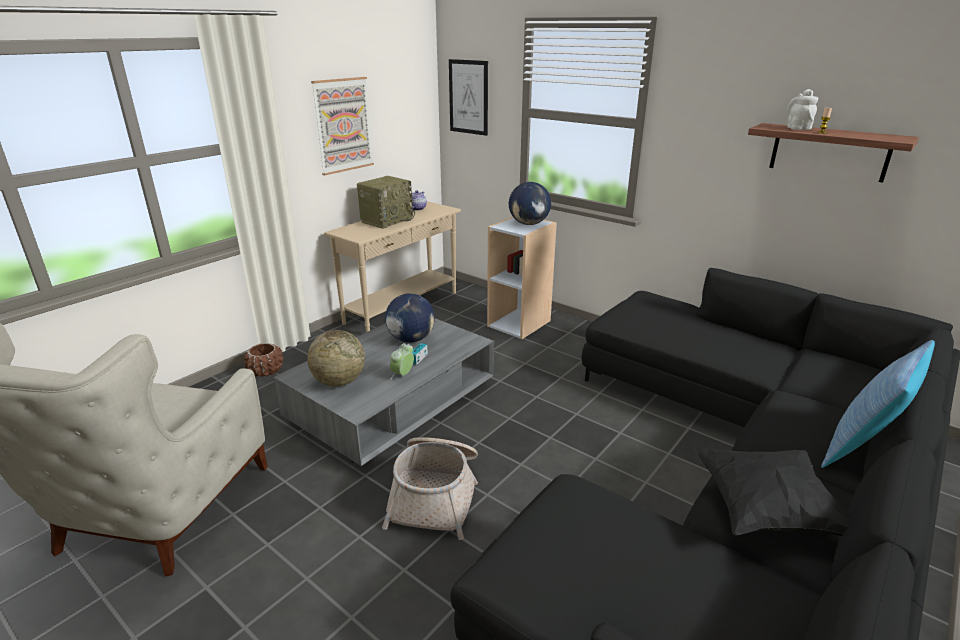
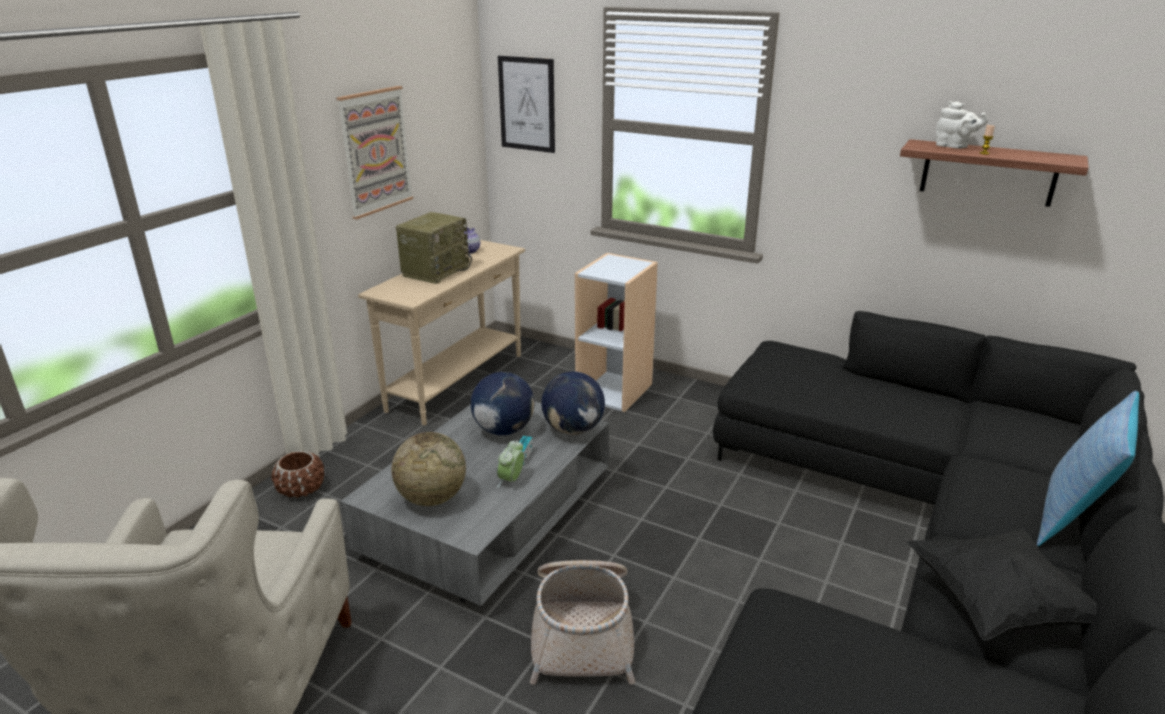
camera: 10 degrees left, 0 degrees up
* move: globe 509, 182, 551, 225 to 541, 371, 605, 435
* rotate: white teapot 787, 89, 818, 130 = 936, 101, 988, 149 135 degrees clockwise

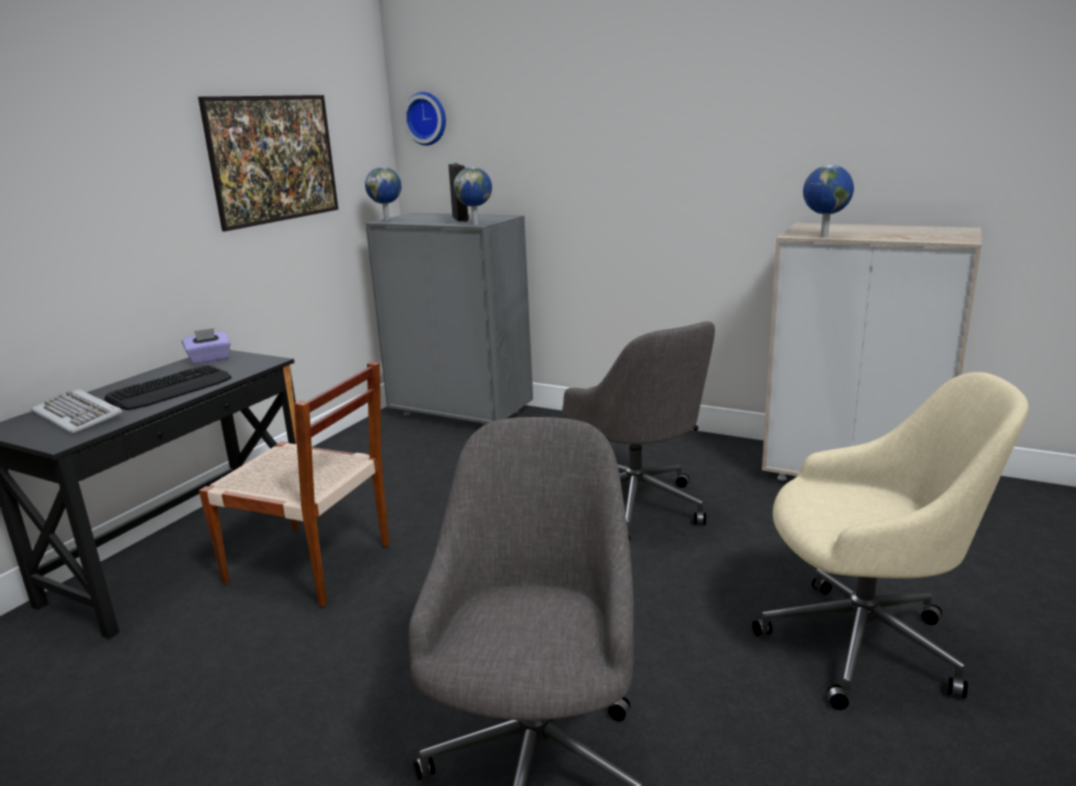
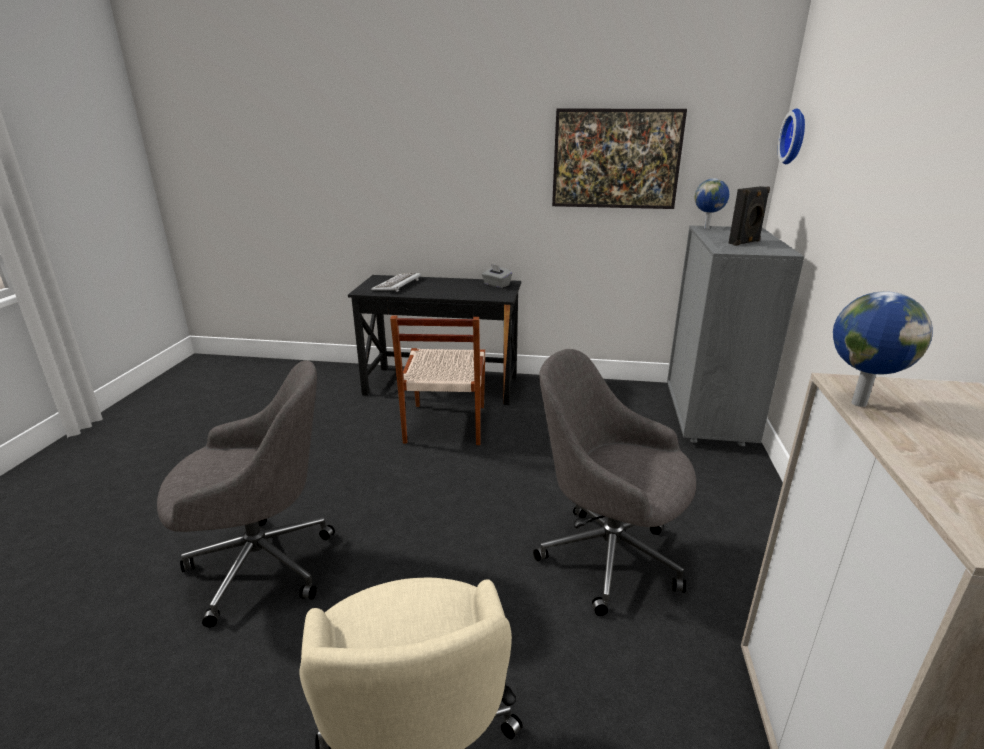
camera: 70 degrees right, 5 degrees up
* delete: keyboard 104, 365, 232, 410
* delete: globe 454, 167, 492, 225
* recolor: purple tissue box 182, 328, 231, 365 to grey tissue box 482, 264, 512, 288
* rotate: grey office chair 562, 321, 715, 541 = 533, 349, 696, 616 75 degrees clockwise

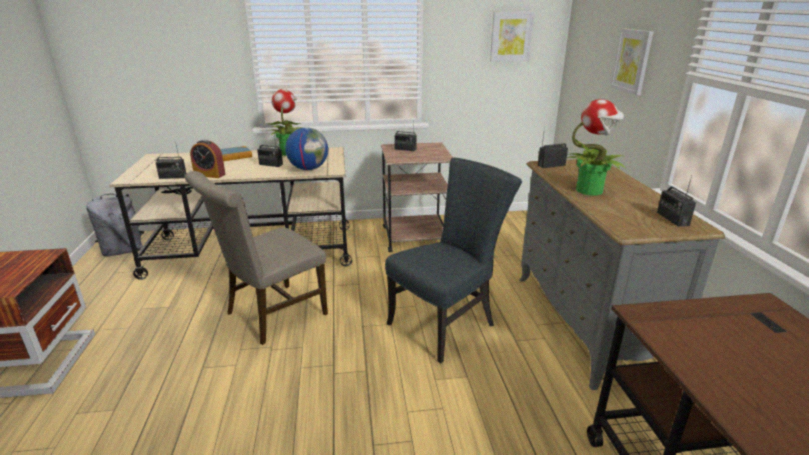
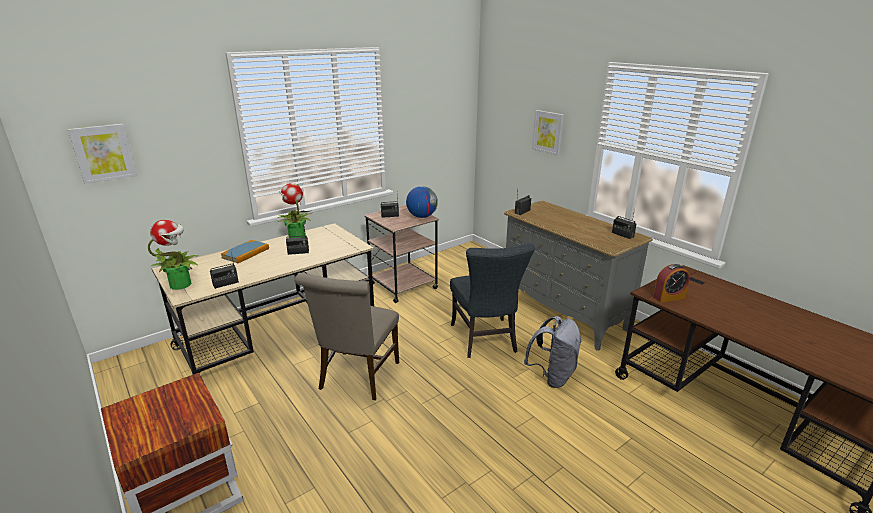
camera: 30 degrees left, 0 degrees up
* move: grey backpack 87, 193, 144, 257 to 524, 316, 582, 388
* move: alarm clock 190, 140, 226, 178 to 653, 264, 690, 303
* move: globe 285, 128, 328, 170 to 406, 186, 438, 218
* move: picture 490, 12, 534, 62 to 68, 124, 137, 184
* move: potted plant 567, 99, 626, 196 to 148, 220, 198, 290
* rotate: grey chair 385, 158, 522, 364 = 450, 243, 535, 358 150 degrees clockwise

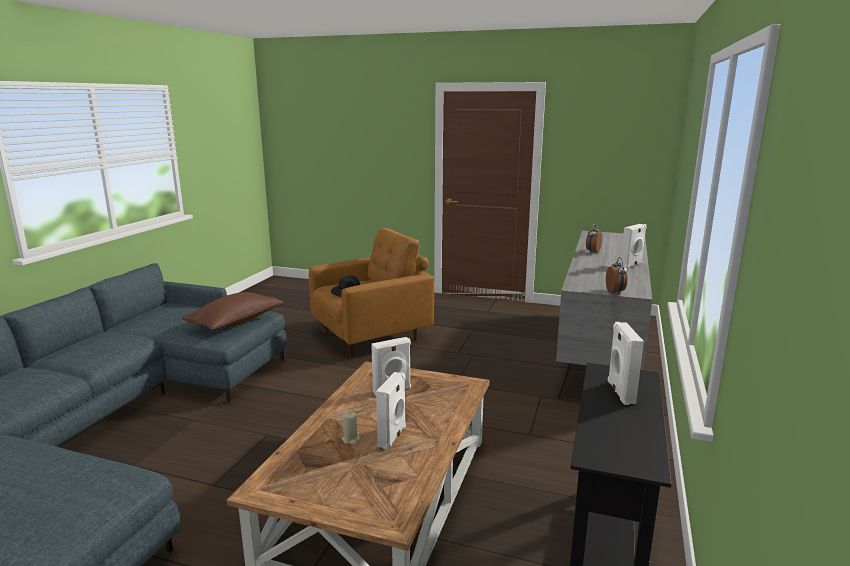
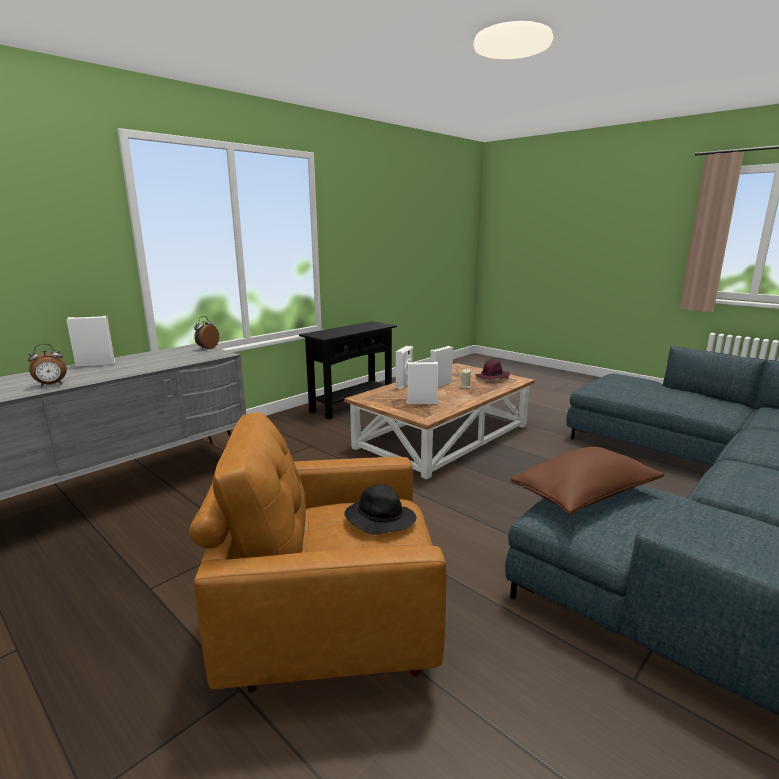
camera: 155 degrees left, 0 degrees up
* insert: purple hat 475, 360, 510, 380
* move: white speaker 608, 322, 644, 405 to 396, 346, 413, 389

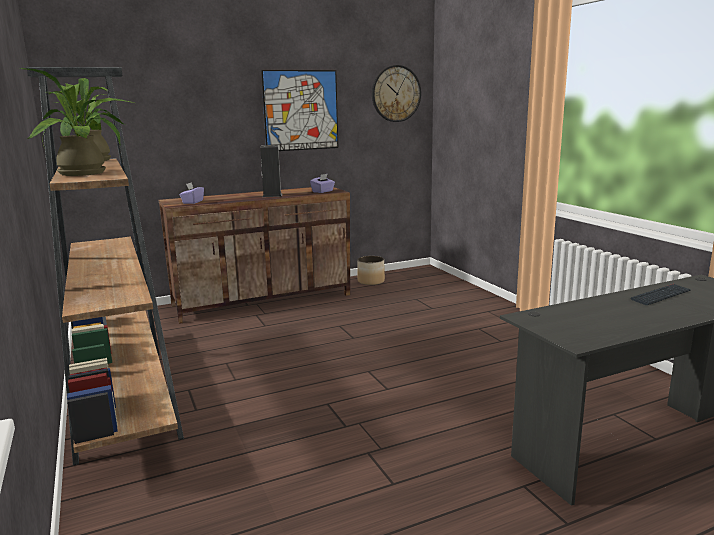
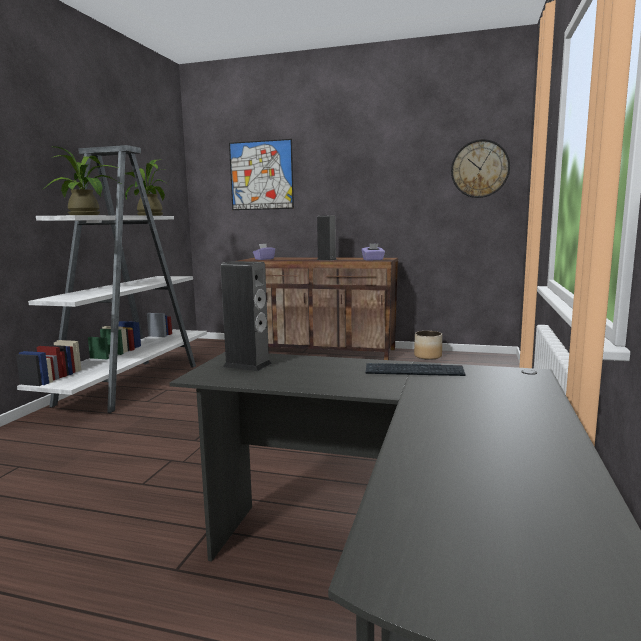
camera: 40 degrees right, 5 degrees down
* insert: speaker 221, 261, 272, 371
* move: picture 261, 70, 338, 151 to 229, 139, 294, 210
* recolor: brown bookcase 26, 67, 184, 465 to white bookcase 16, 145, 207, 413

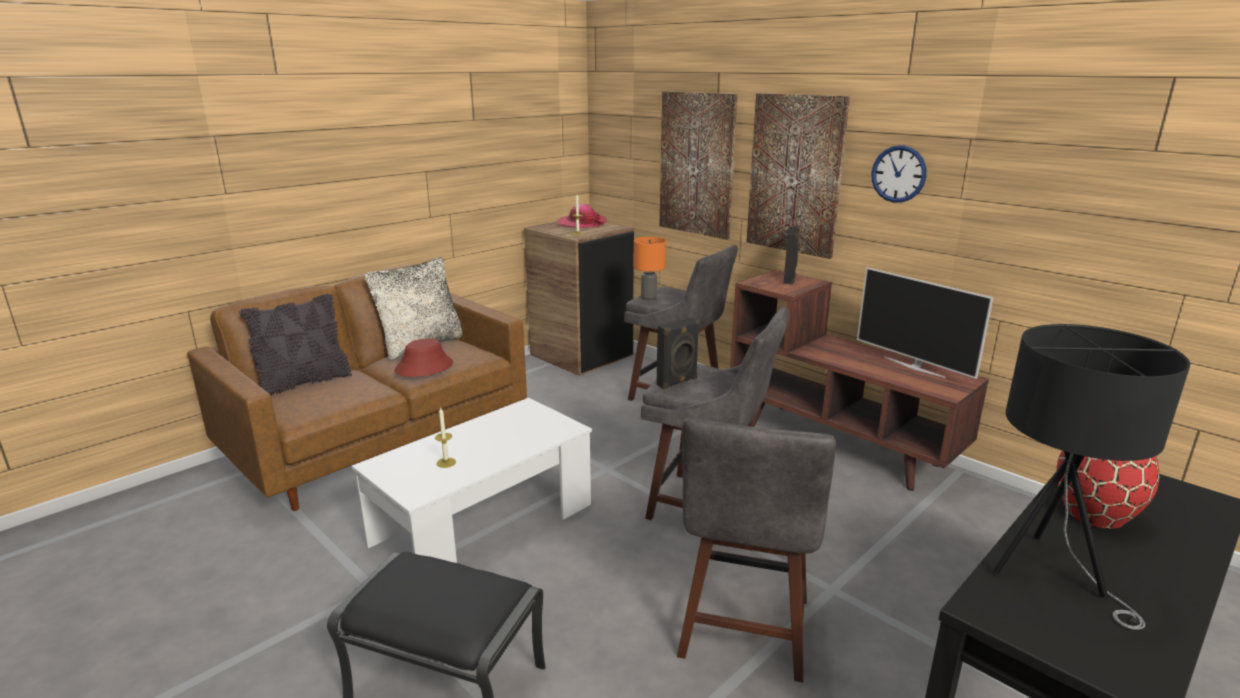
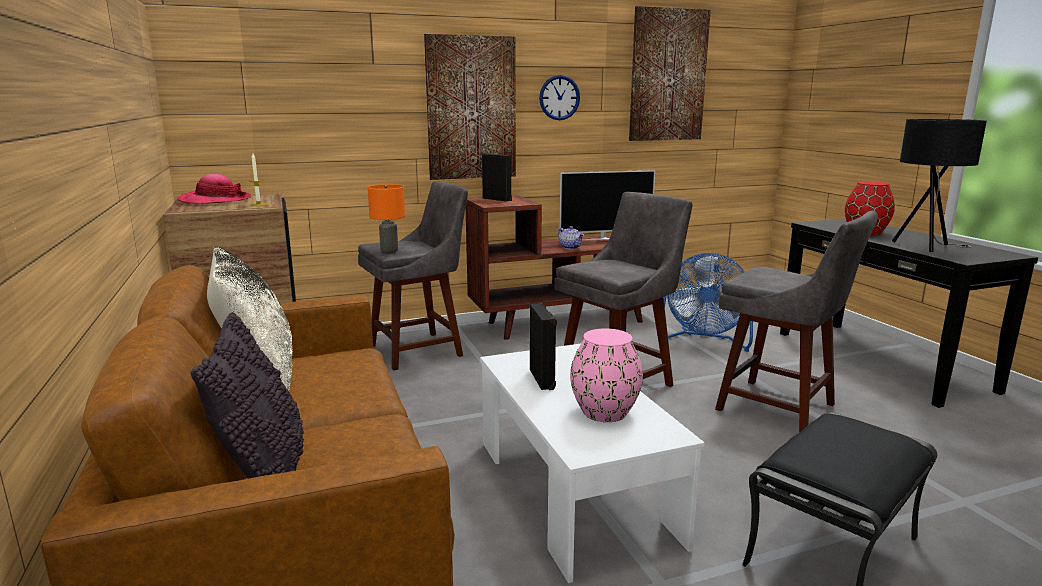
camera: 65 degrees left, 5 degrees down
* delete: red hat 395, 338, 453, 377
* insert: teapot 558, 226, 584, 249
* insert: blue fan 664, 253, 753, 352
* move: black speaker 656, 317, 700, 389 to 530, 303, 557, 390
* move: picture 660, 92, 738, 240 to 629, 6, 711, 141
* replace: candle 435, 408, 456, 468 to pink vase 570, 328, 643, 422

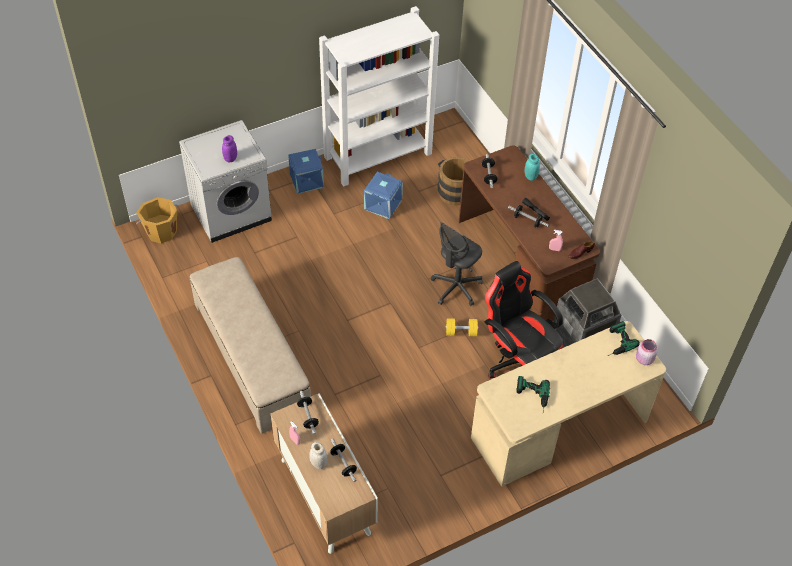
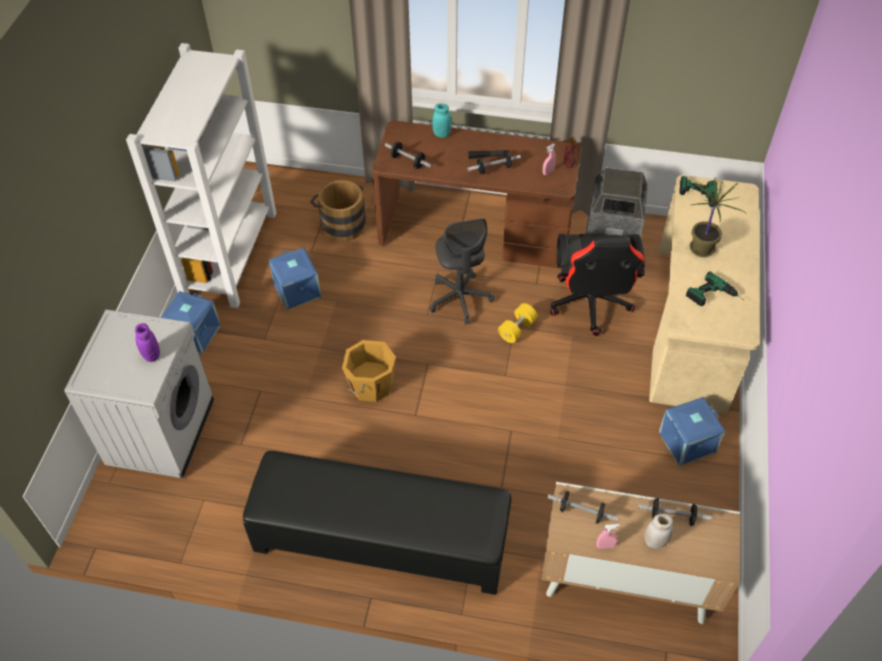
camera: 50 degrees left, 0 degrees up
* delete: pink jar 636, 339, 658, 365
* insert: blue storage box 659, 397, 725, 466
* insert: potted plant 690, 178, 747, 257
* move: orange bucket 136, 197, 178, 244 to 342, 340, 396, 402
* recolor: beige bench 190, 257, 311, 434 to black bench 243, 451, 511, 595
* rotate: black office chair 484, 261, 563, 379 = 550, 234, 645, 336 90 degrees counterclockwise

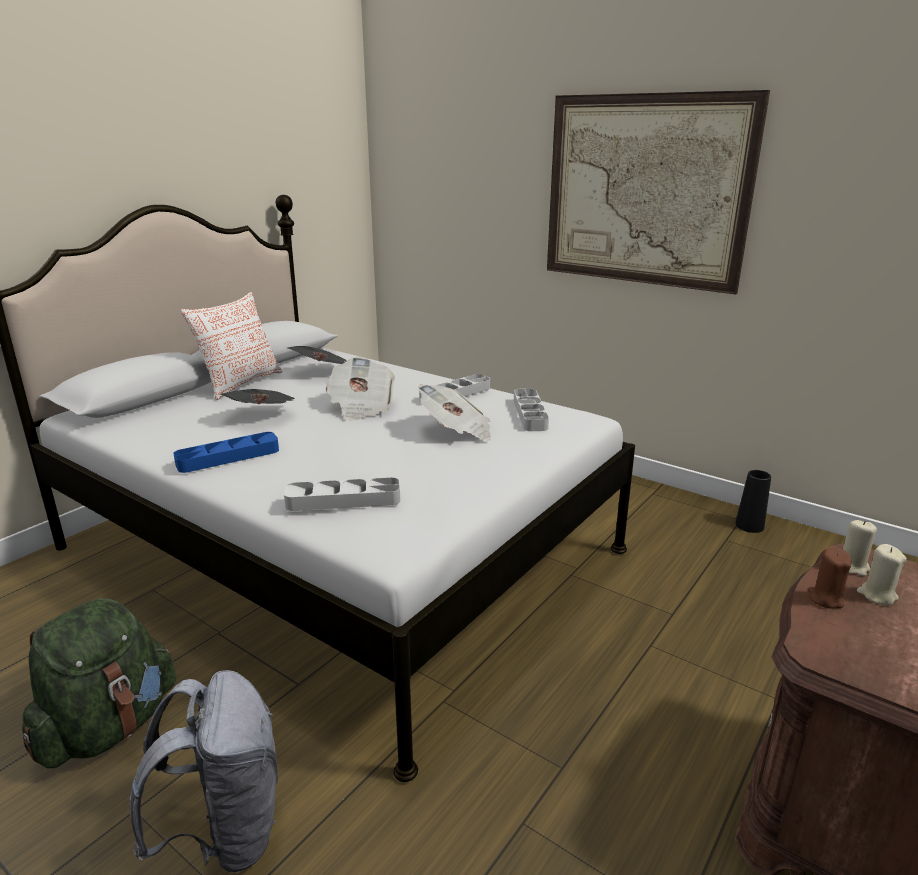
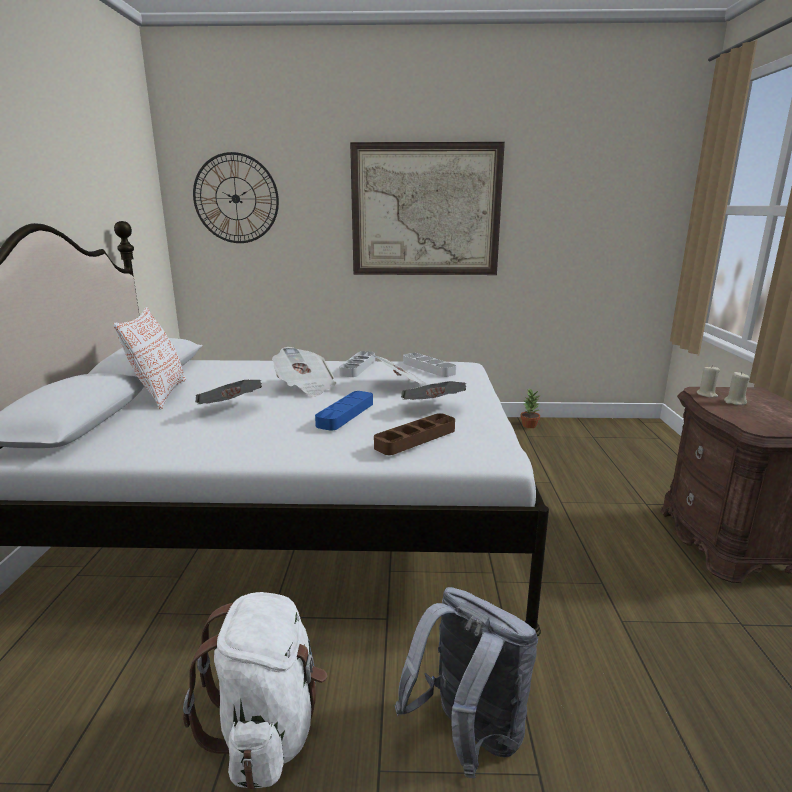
camera: 35 degrees left, 5 degrees down
* delete: brown candle 808, 548, 852, 608
* insert: wall clock 193, 152, 279, 243
* move: blue tray 173, 432, 279, 473 to 315, 391, 373, 431
* move: newspaper 288, 346, 347, 364 to 401, 381, 466, 400
* replace: black vase 735, 470, 771, 533 to potted plant 520, 388, 541, 428
* recolor: green backpack 22, 598, 176, 768 to white backpack 183, 592, 327, 789
* recolor: grey tray 284, 477, 400, 511 to brown tray 374, 413, 455, 455

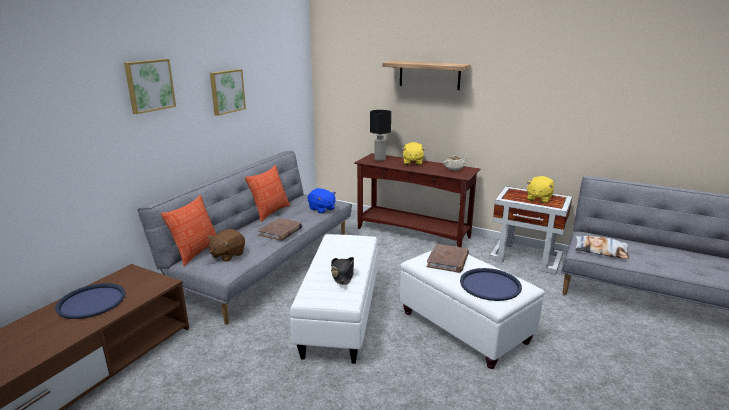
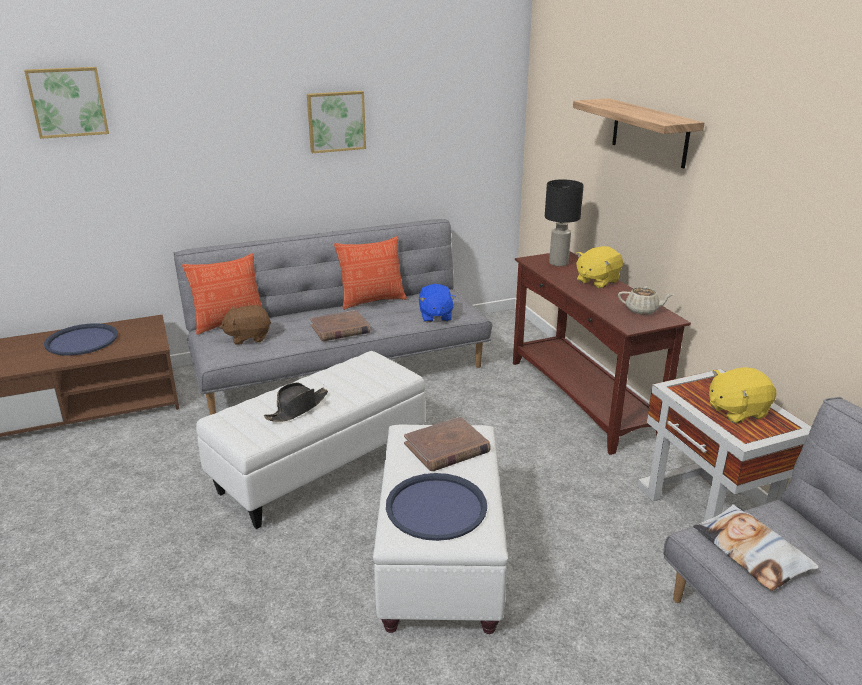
camera: 40 degrees right, 5 degrees up
* move: picture 124, 59, 176, 114 to 24, 67, 109, 139

